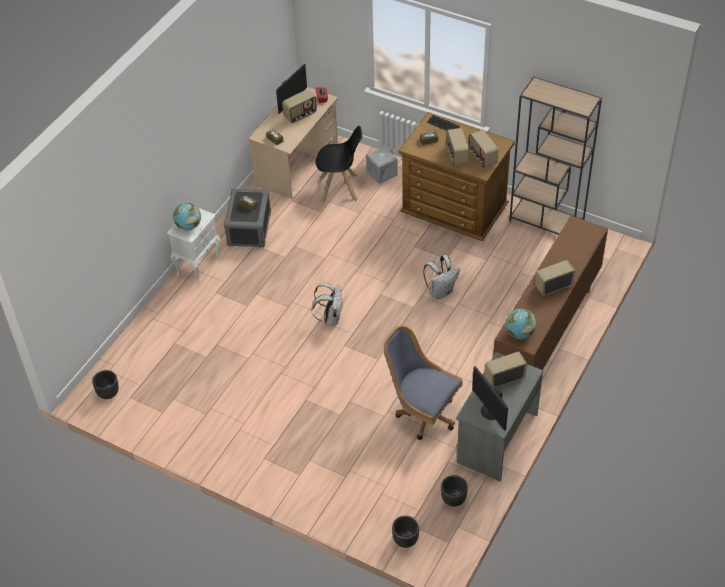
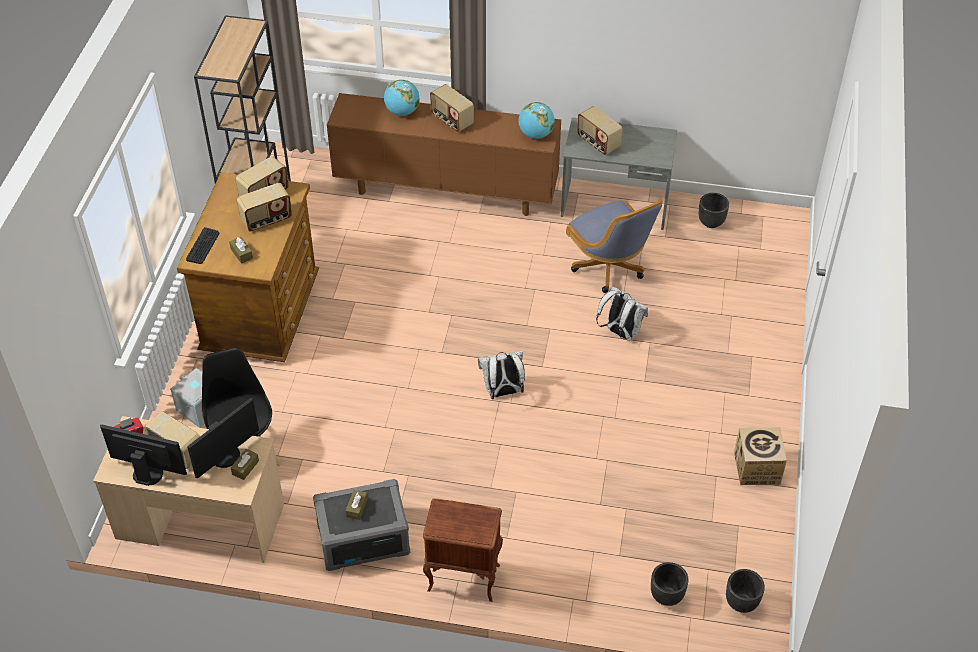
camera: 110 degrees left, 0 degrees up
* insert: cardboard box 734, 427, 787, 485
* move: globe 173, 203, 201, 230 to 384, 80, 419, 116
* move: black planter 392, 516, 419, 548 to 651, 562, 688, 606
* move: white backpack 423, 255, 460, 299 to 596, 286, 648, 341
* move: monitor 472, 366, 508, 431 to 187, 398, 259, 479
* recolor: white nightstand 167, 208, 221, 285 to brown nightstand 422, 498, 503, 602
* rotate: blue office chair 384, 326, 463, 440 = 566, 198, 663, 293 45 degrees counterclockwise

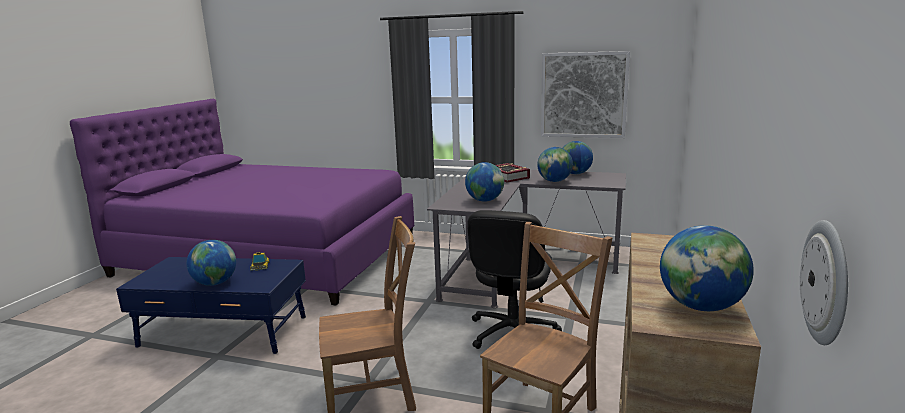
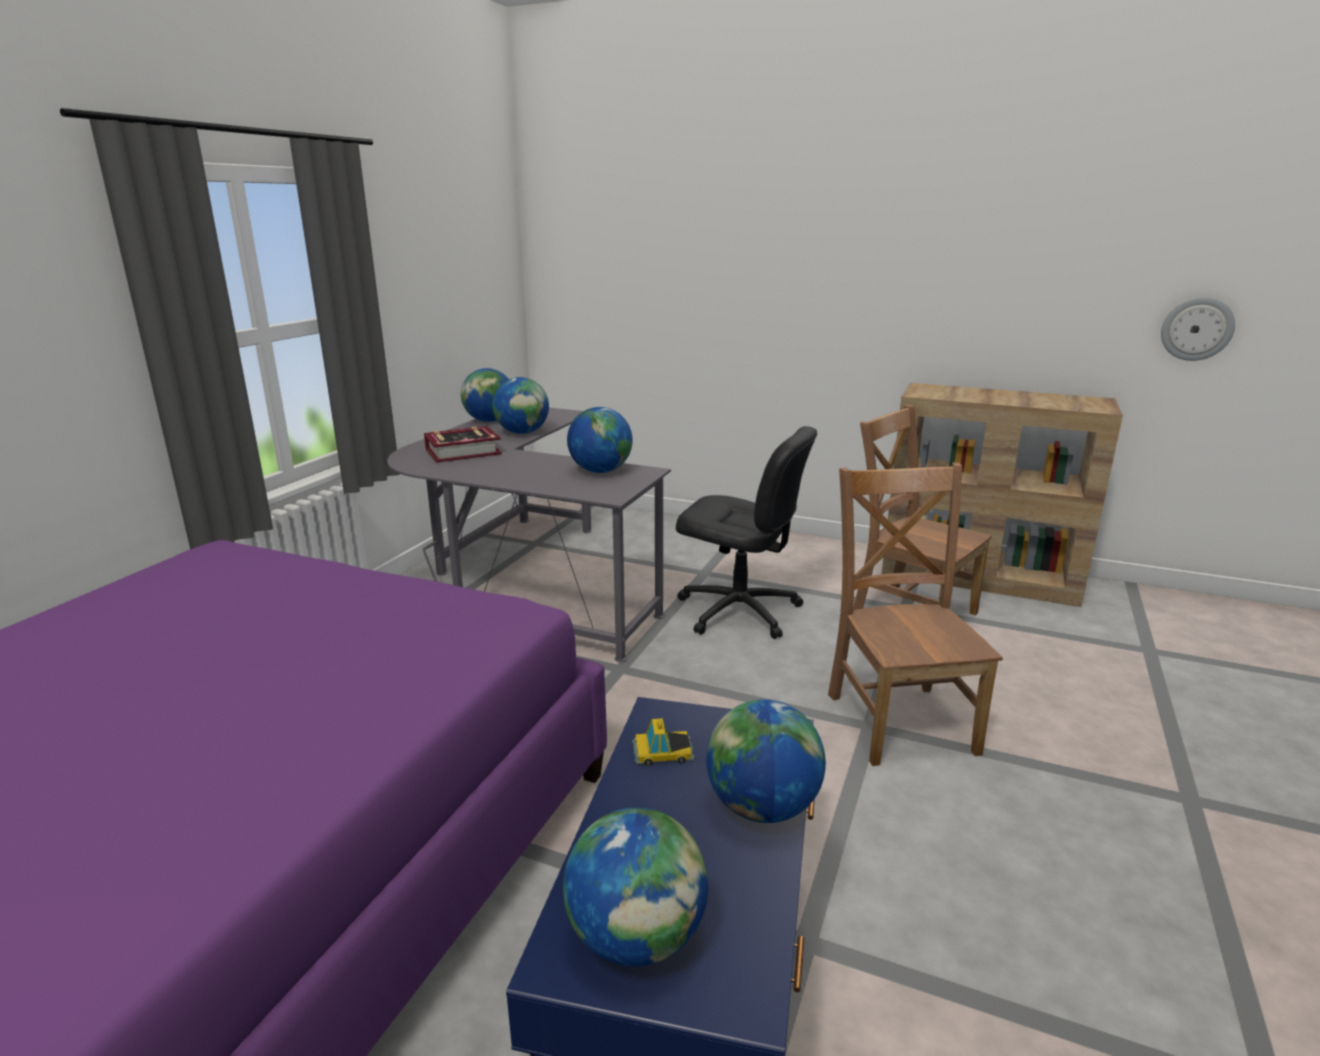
camera: 85 degrees left, 5 degrees up
* delete: picture 541, 51, 630, 138
* move: globe 660, 225, 754, 311 to 563, 807, 708, 967

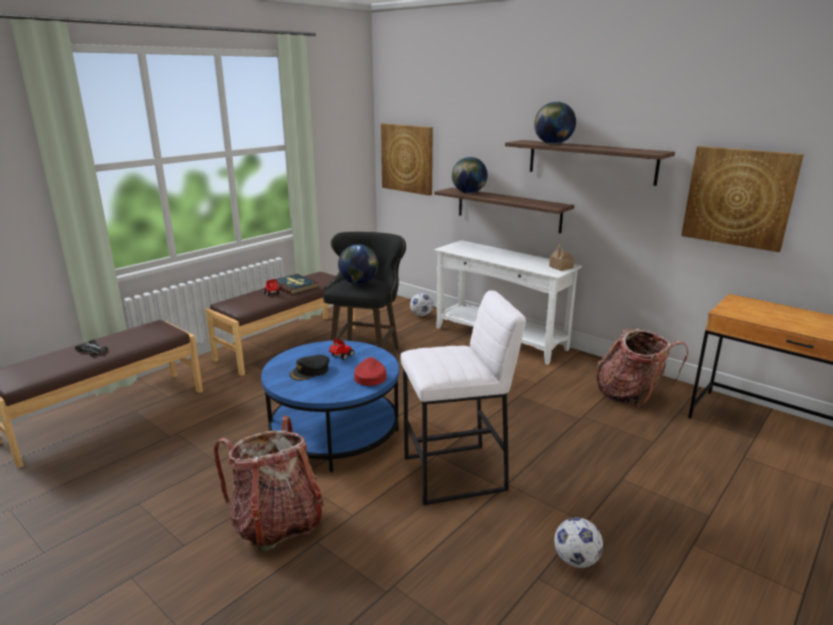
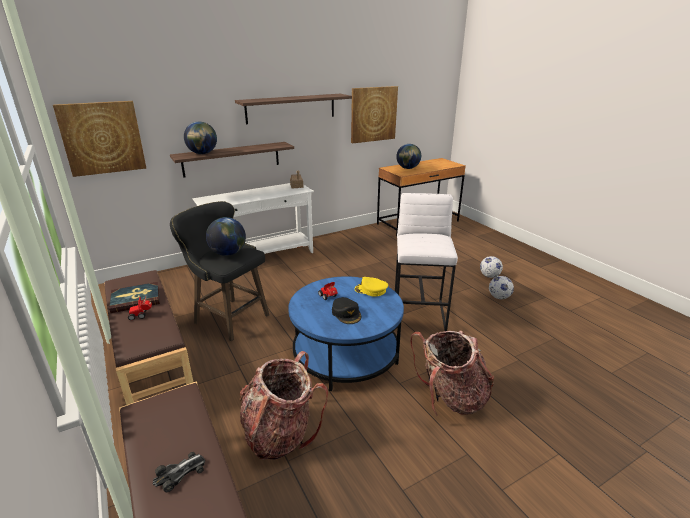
camera: 70 degrees left, 5 degrees up
* move: football 410, 293, 433, 316 to 480, 256, 503, 278
* move: globe 534, 102, 576, 144 to 396, 144, 421, 169
* move: backpack 597, 328, 688, 408 to 240, 351, 328, 460
* recolor: red cap 354, 357, 386, 386 to yellow cap 355, 277, 388, 297

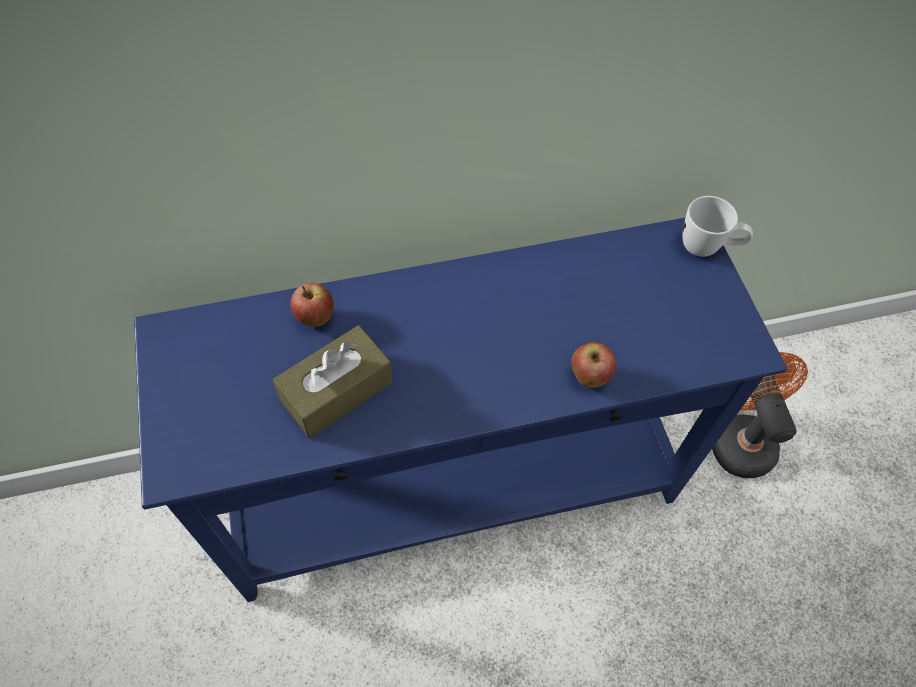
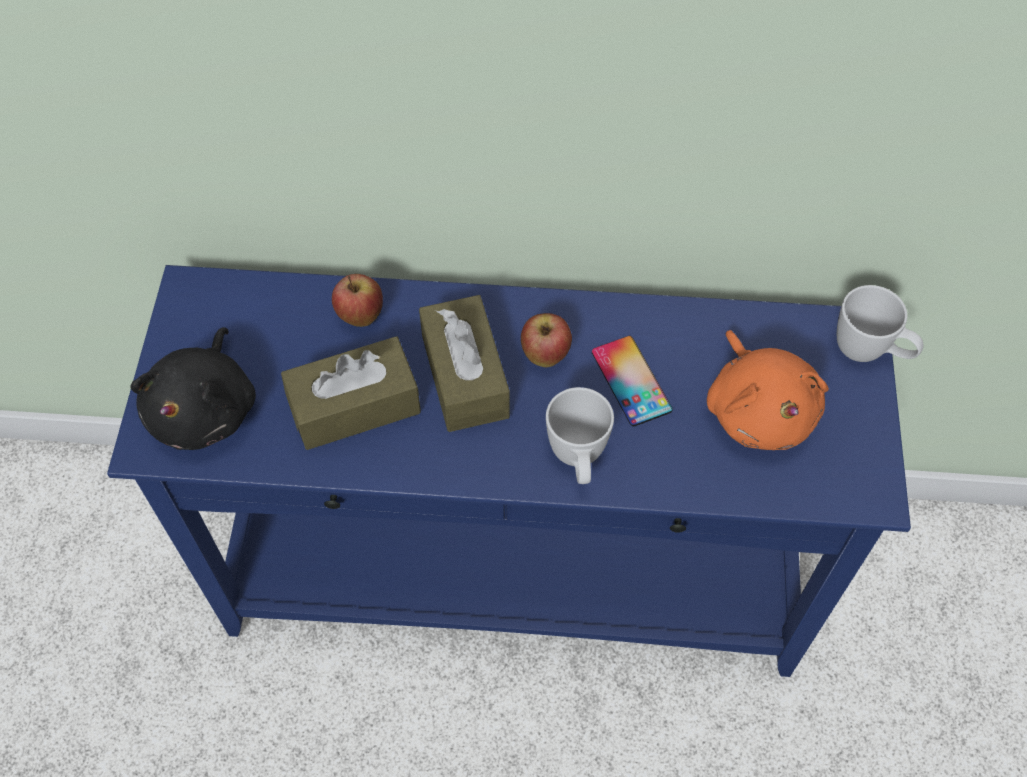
camera: 20 degrees right, 0 degrees up
* delete: orange fan 712, 352, 808, 478
* insert: black plush toy 130, 327, 256, 450
* insert: brown tissue box 419, 295, 510, 432
* insert: white mug 546, 387, 614, 484
* insert: phone 592, 336, 673, 426
* insert: orange plush toy 707, 330, 829, 450
* move: apple 571, 342, 616, 388 to 521, 313, 572, 367

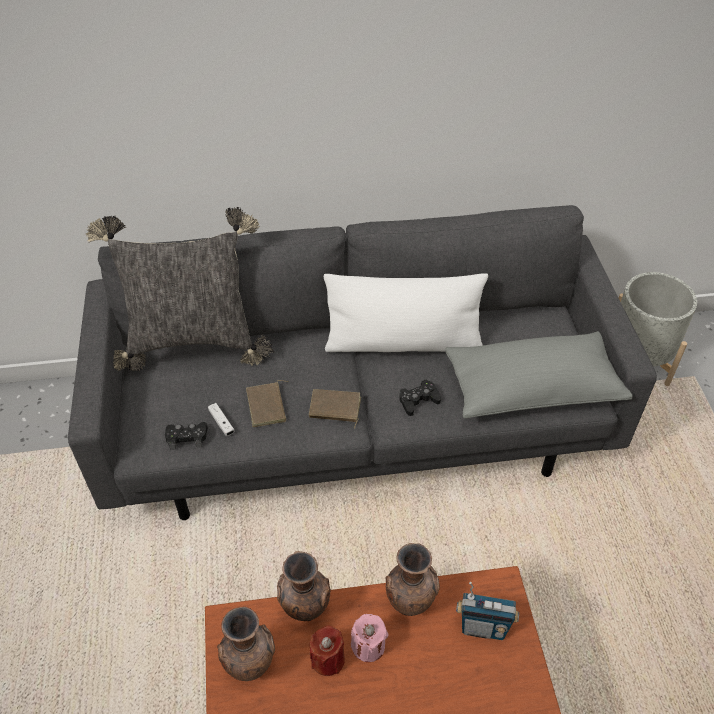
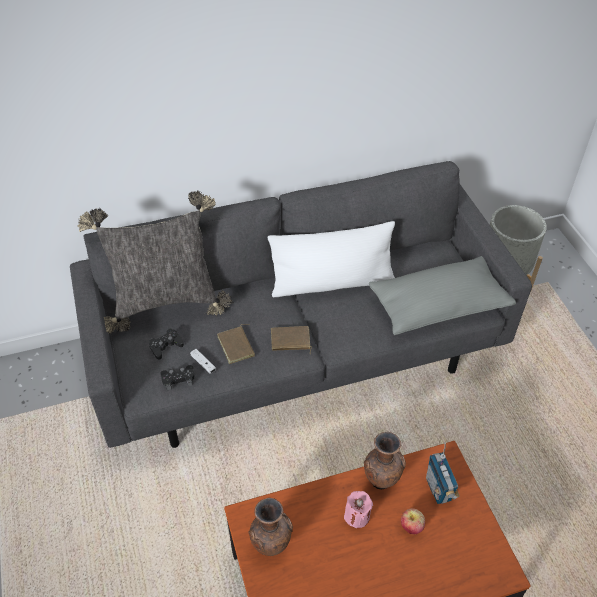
camera: 10 degrees left, 0 degrees up
* delete: brown vase 277, 551, 331, 621
* delete: red candle 310, 626, 345, 676
* insert: apple 401, 508, 425, 534
* move: black game controller 399, 379, 441, 416 to 149, 329, 184, 360
* rotate: radio 456, 582, 519, 640 = 426, 443, 460, 504 75 degrees clockwise

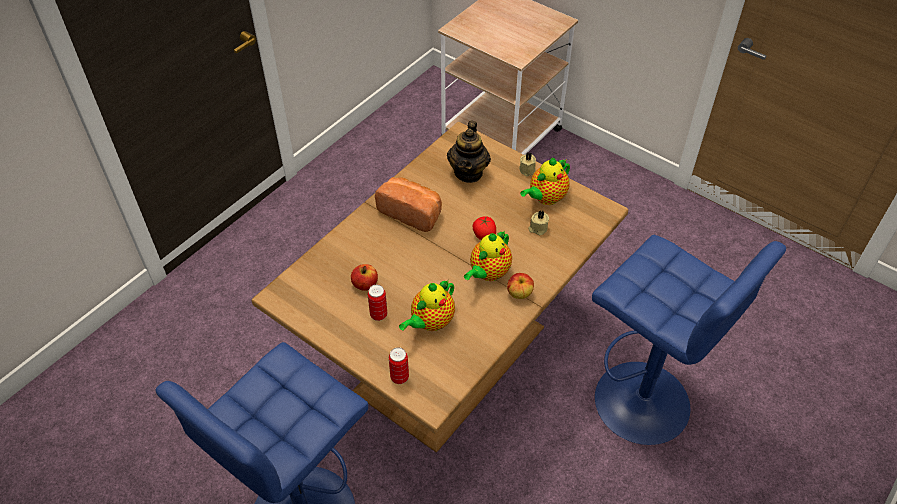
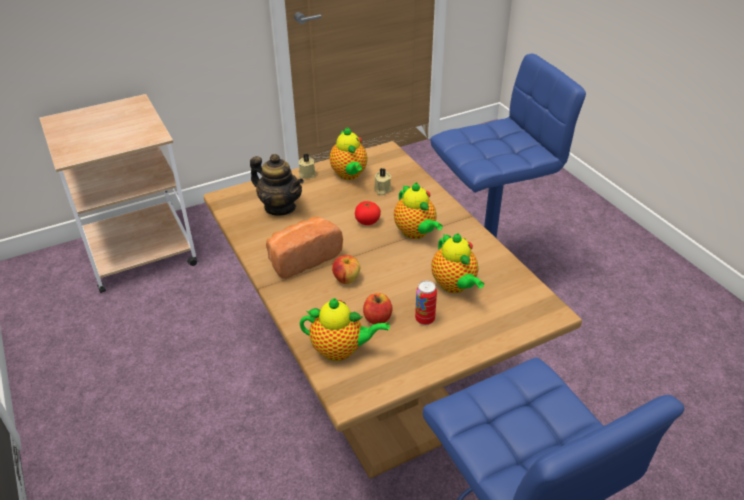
camera: 65 degrees left, 10 degrees down
* delete: can 389, 347, 409, 384
* insert: teapot 300, 298, 390, 361
* move: apple 507, 273, 534, 299 to 332, 255, 360, 284

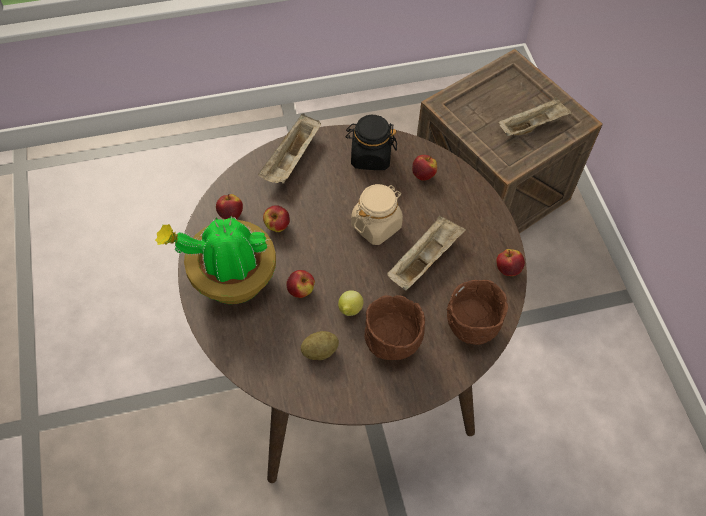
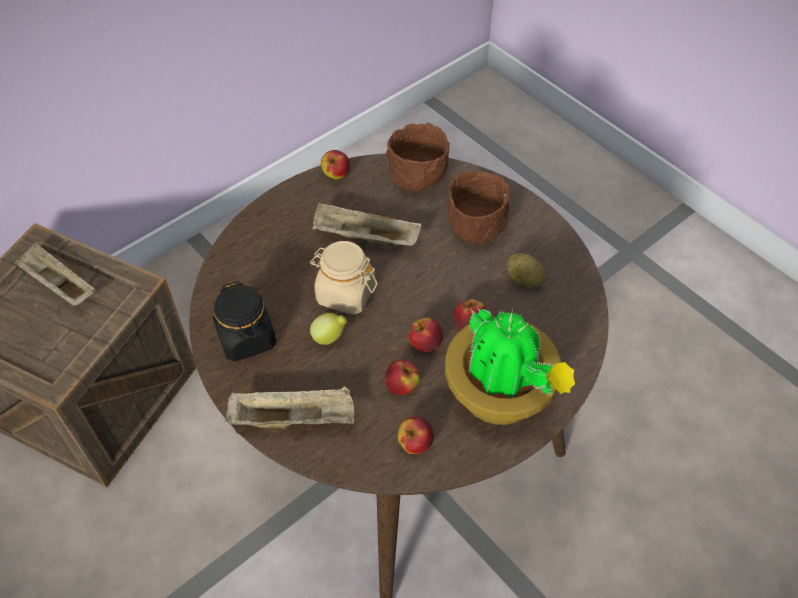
camera: 115 degrees left, 5 degrees down
* move: lemon 338, 290, 363, 316 to 310, 313, 347, 345
* move: apple 412, 155, 437, 181 to 408, 318, 443, 352

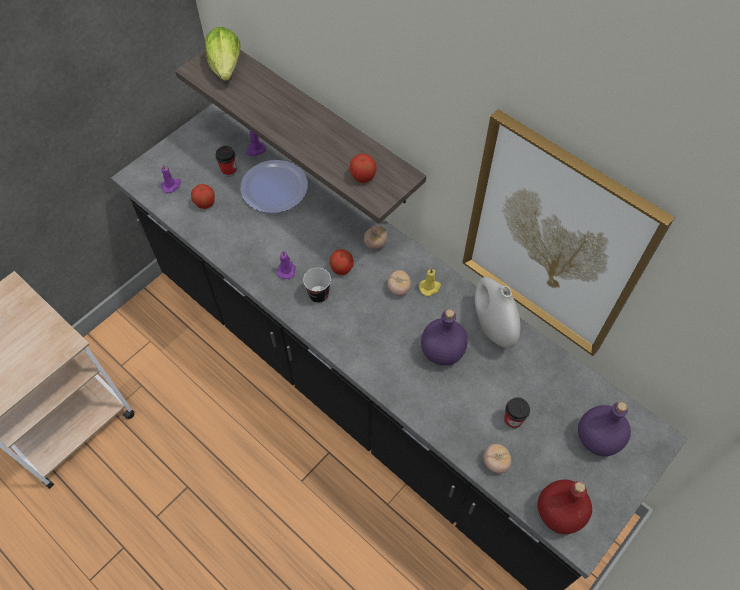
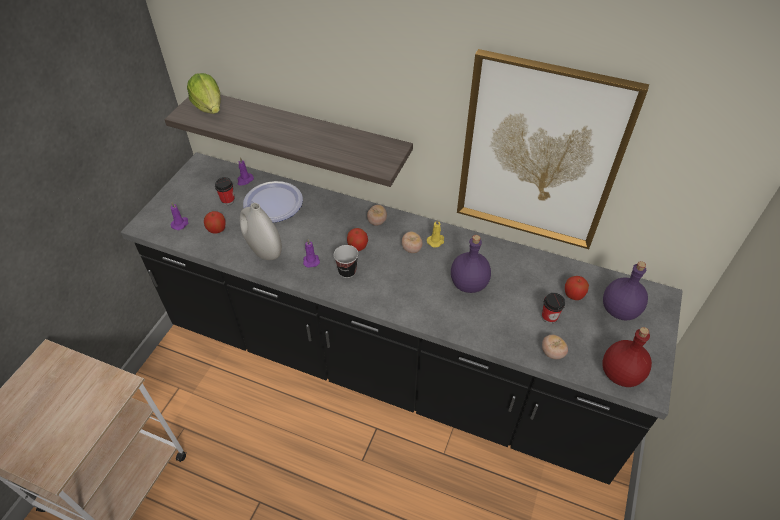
camera: 20 degrees left, 10 degrees down
* move: apple 350, 154, 377, 183 to 565, 276, 589, 300
* move: white vase 475, 277, 521, 348 to 240, 203, 282, 260

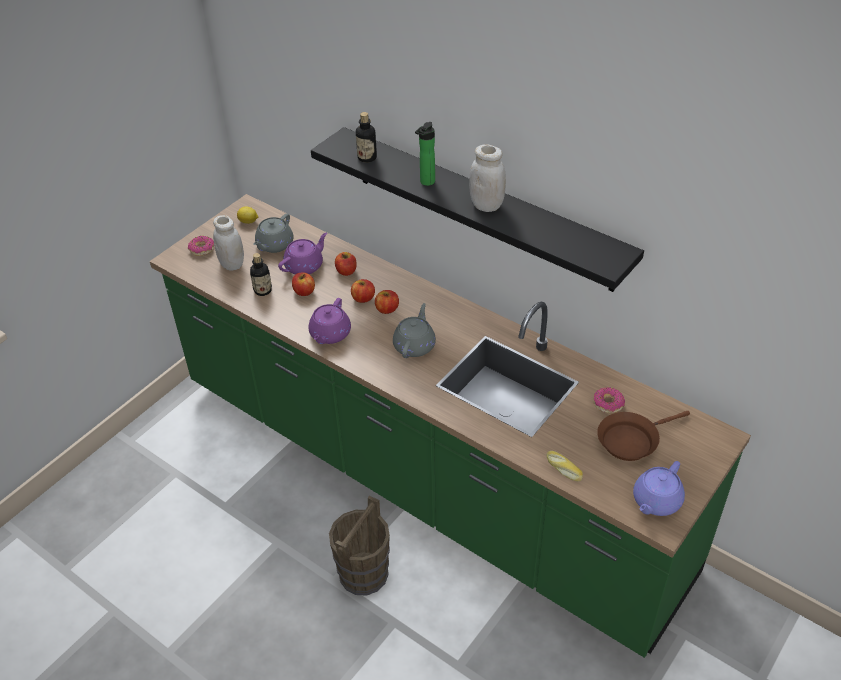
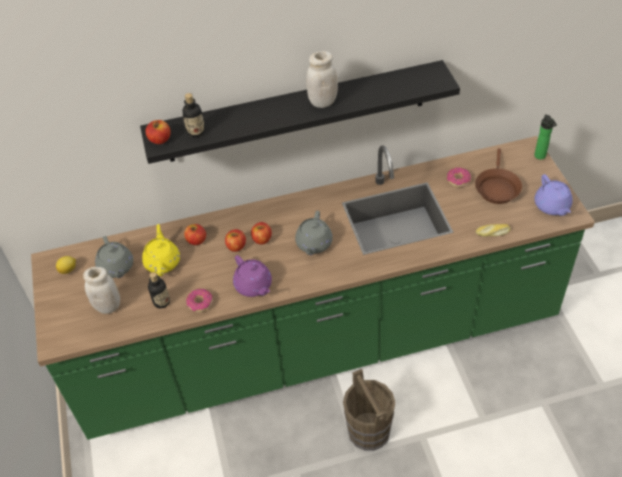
camera: 50 degrees left, 5 degrees up
* move: donut 188, 236, 214, 256 to 186, 289, 213, 312
* move: apple 292, 272, 315, 296 to 146, 120, 171, 144
* move: bottle 415, 122, 435, 186 to 534, 114, 557, 160
* recolor: purple teapot 278, 232, 327, 274 to yellow teapot 142, 224, 180, 276
* rotate: grey teapot 393, 303, 436, 358 = 295, 211, 333, 255 135 degrees counterclockwise

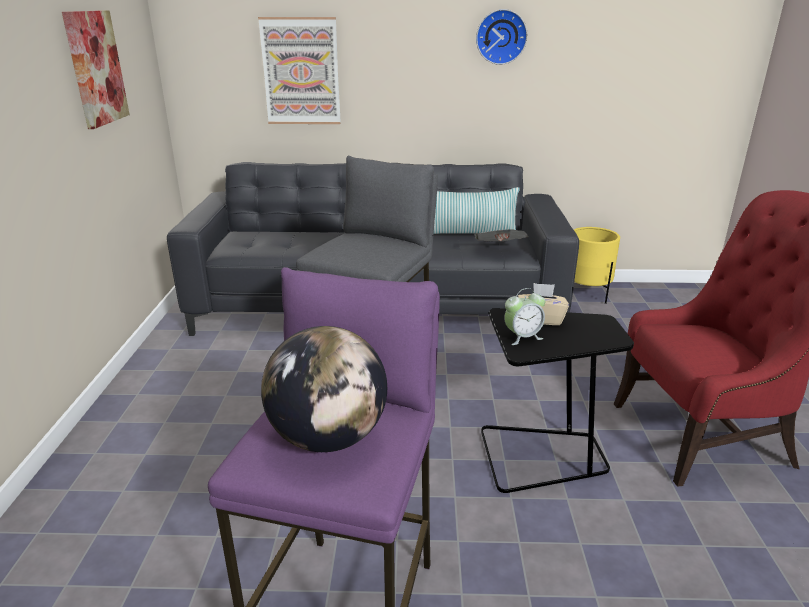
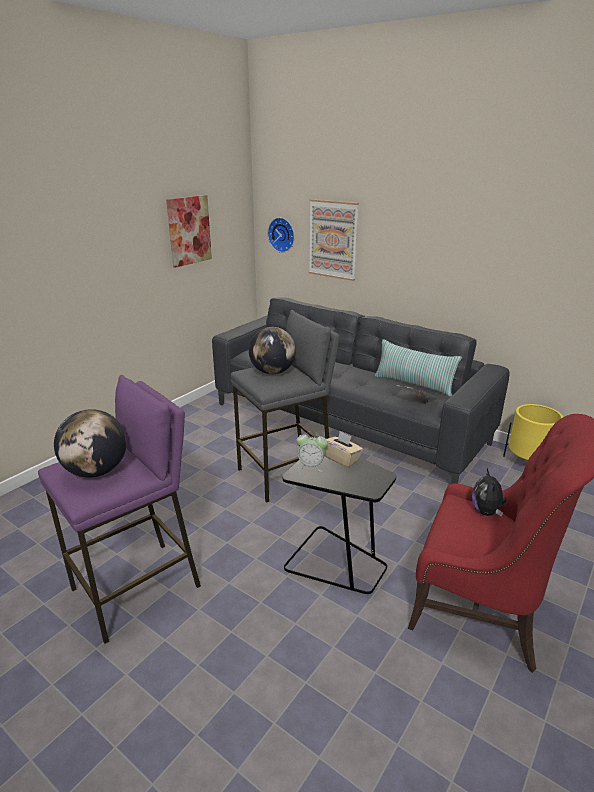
camera: 35 degrees right, 0 degrees up
* insert: globe 249, 327, 296, 374
* insert: plush toy 472, 469, 506, 516
* move: wall clock 476, 9, 527, 65 to 268, 218, 294, 253

